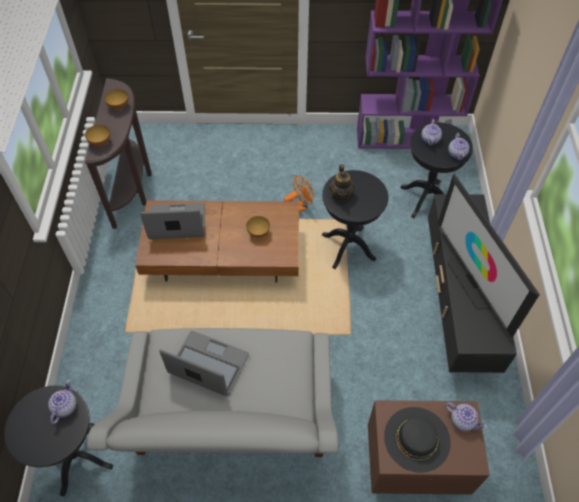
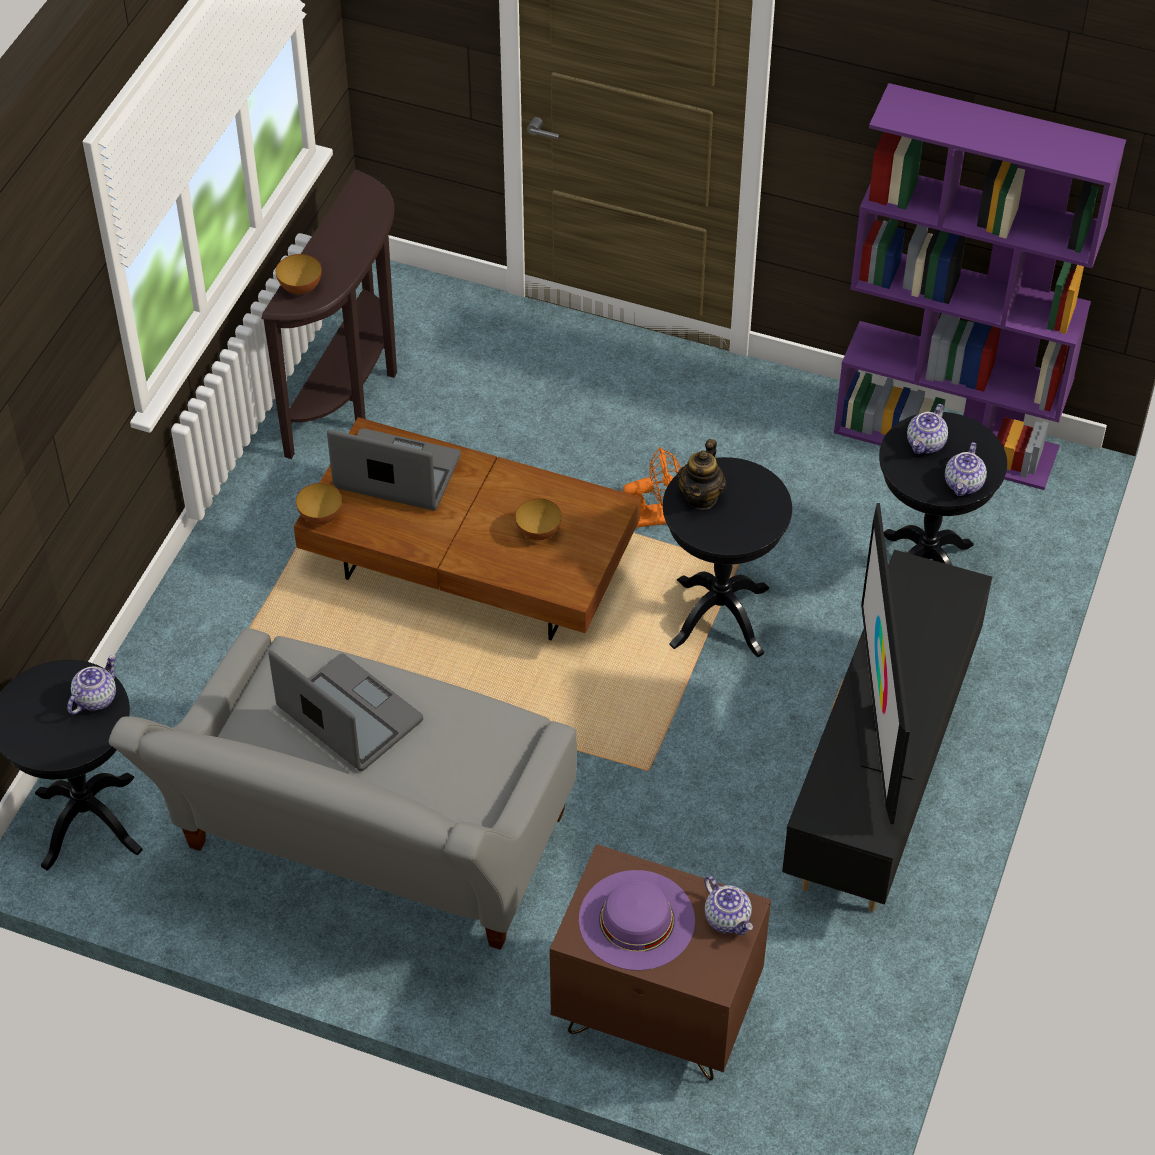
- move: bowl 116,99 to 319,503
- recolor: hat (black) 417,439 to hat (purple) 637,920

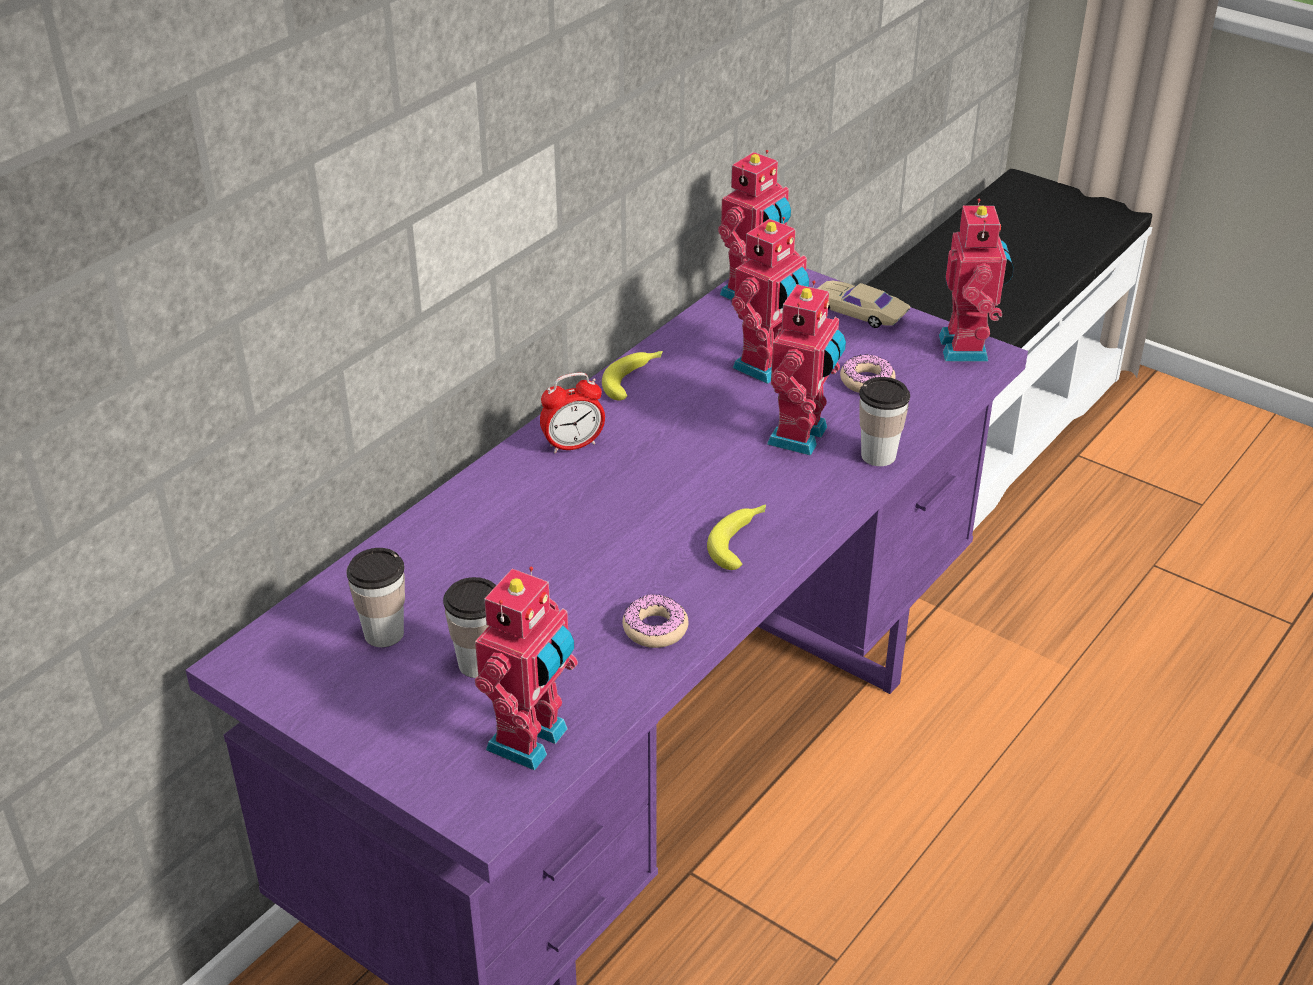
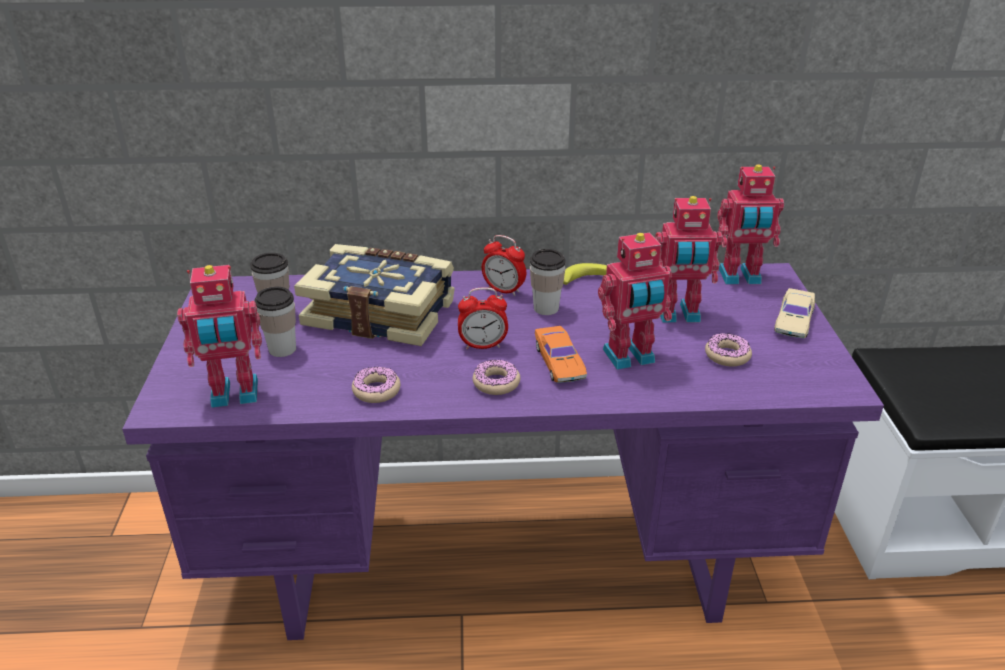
- delete: toy robot 976,280
- rotate: toy car (beige) 863,304 = 794,313 150 degrees counterclockwise
- move: cup 884,421 to 548,282
- replace: banana 736,537 to donut 496,377
- insert: book 374,295
- insert: alarm clock 483,318
- insert: toy car (orange) 561,354

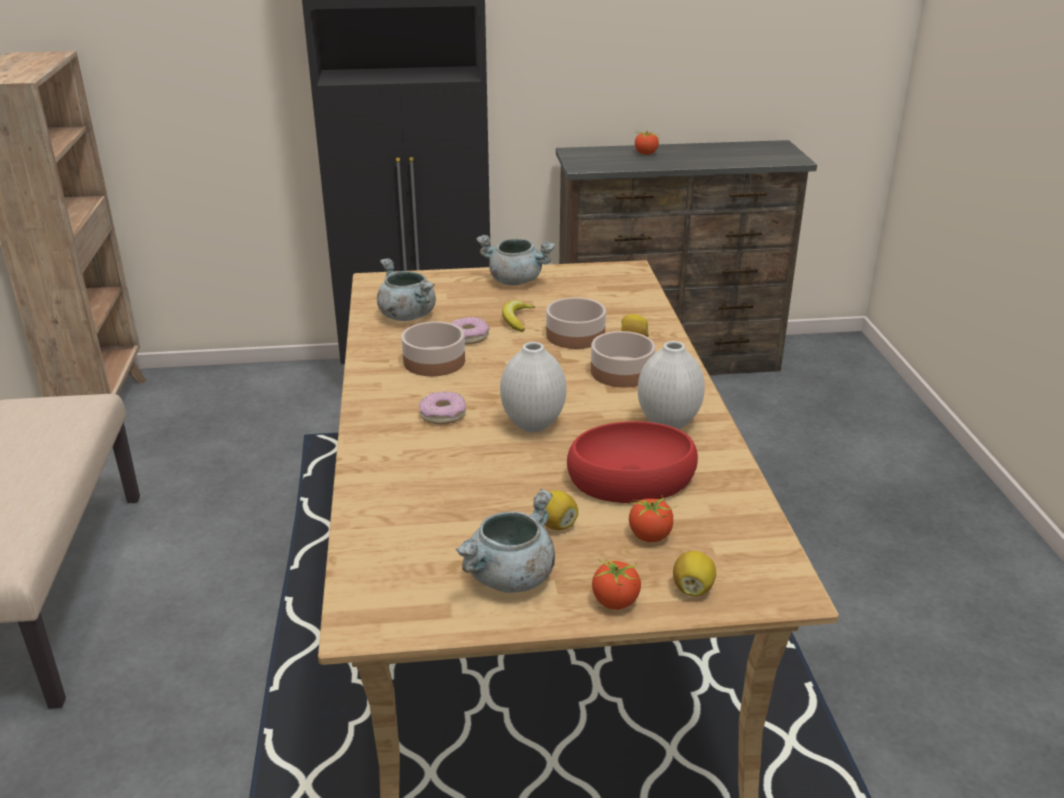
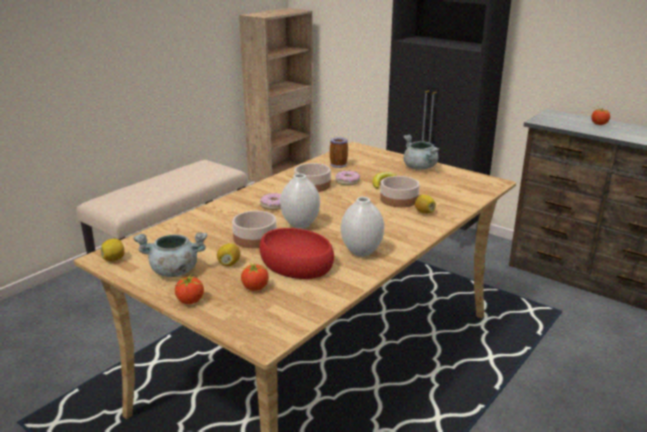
- replace: cooking pot (grey) 406,289 to mug 339,152
- move: bowl 623,359 to 254,229
- move: lemon 694,573 to 112,249

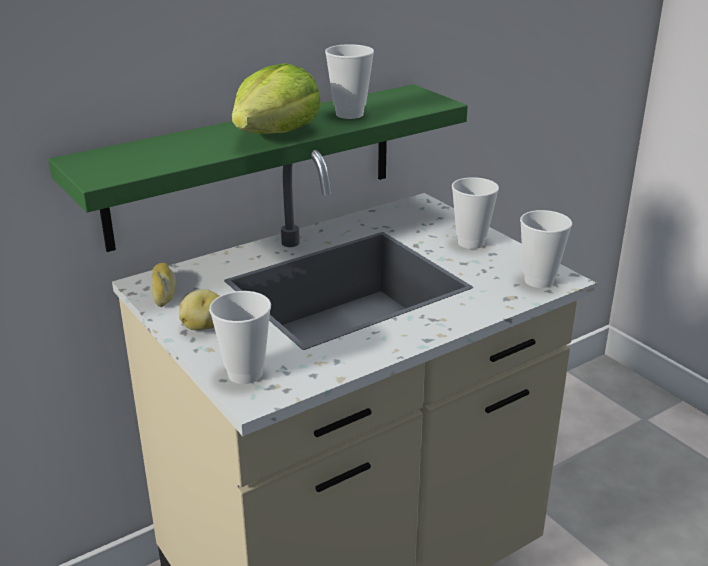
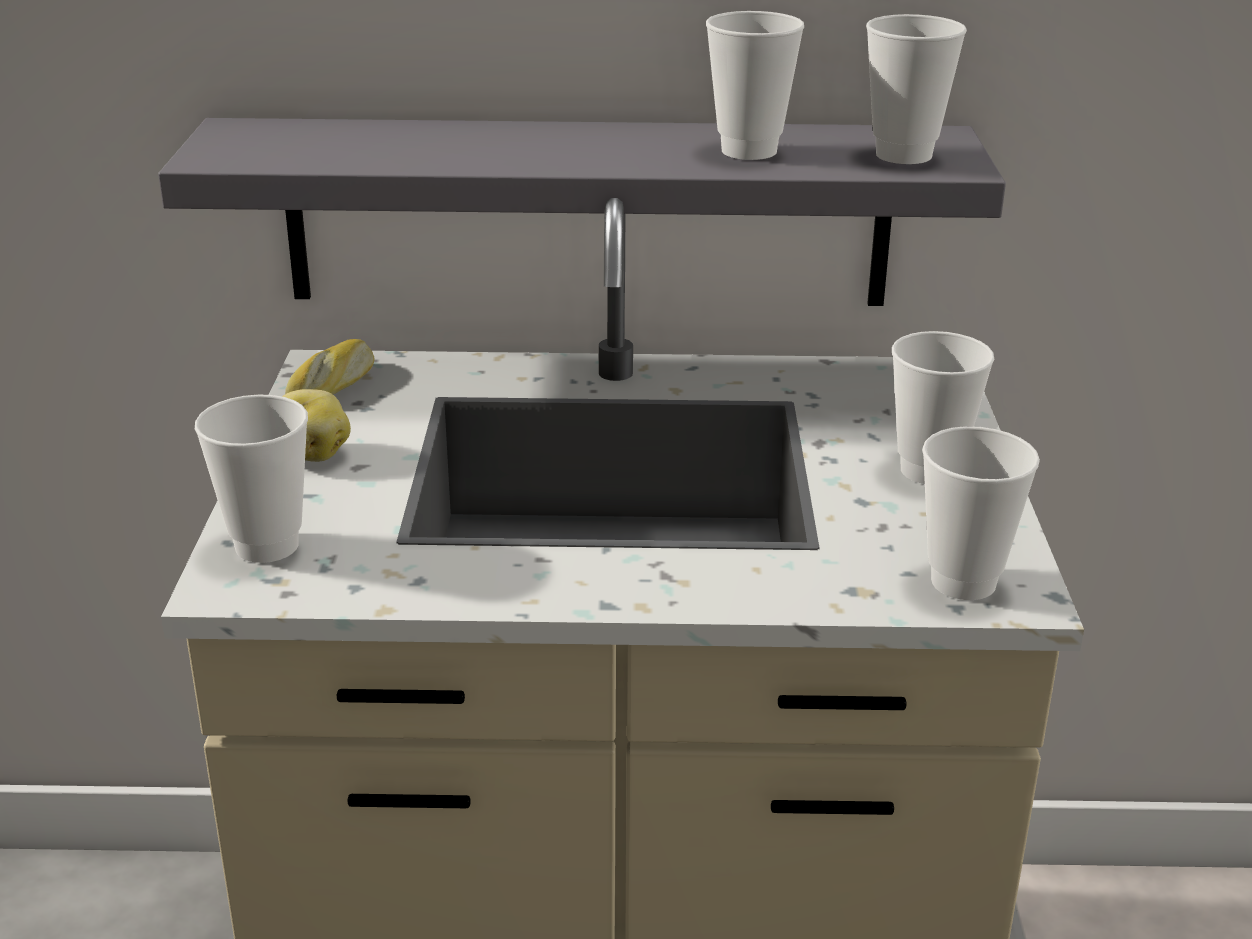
- delete: lettuce 276,98
- recolor: shelf (green) 258,168 to shelf (grey) 582,212
- insert: cup 916,89

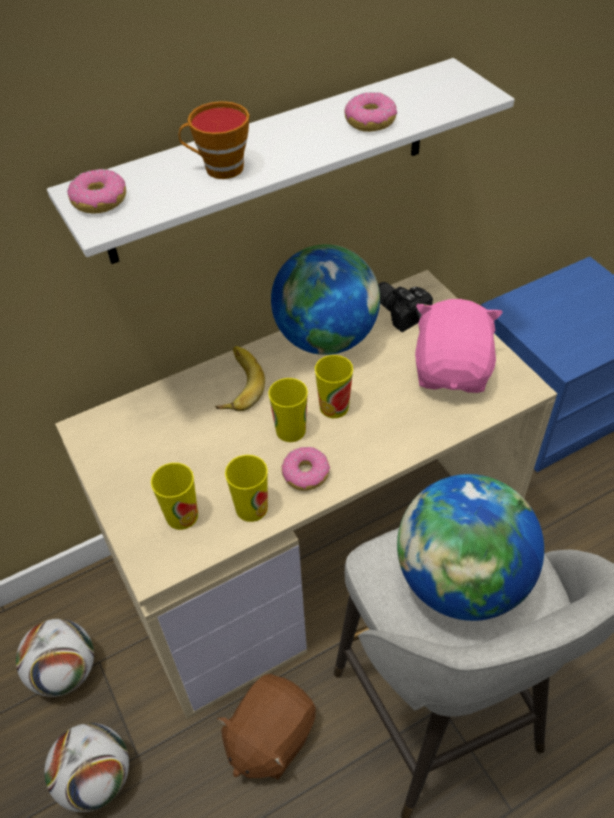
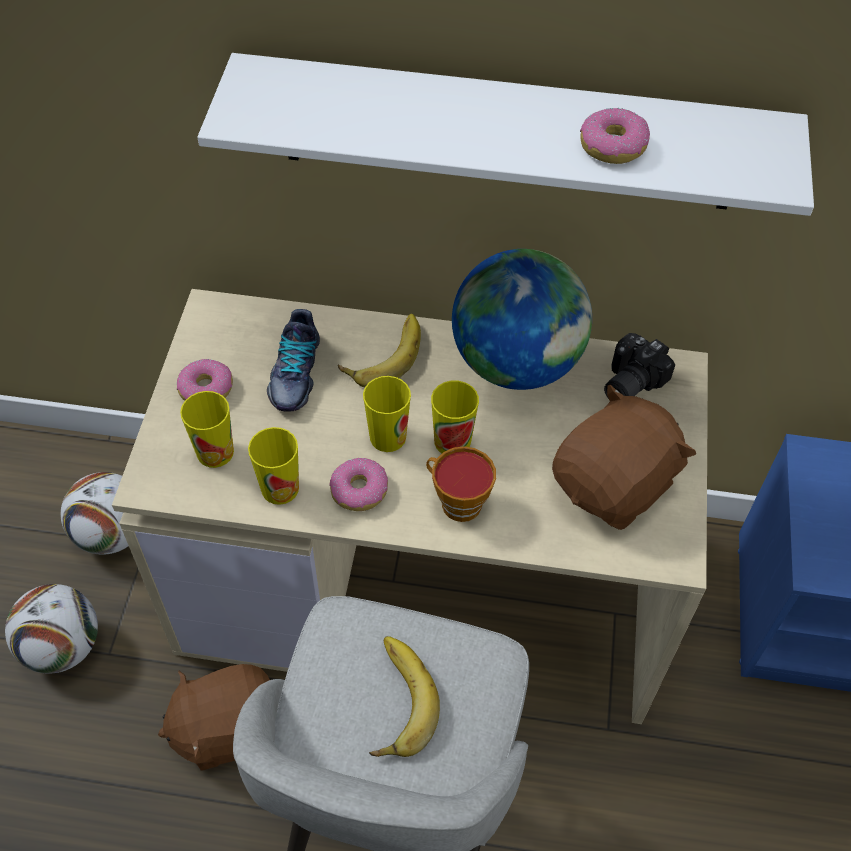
- move: cup 214,140 to 461,484
- move: donut 96,191 to 205,380
- rotate: photo camera 405,307 = 639,366 135 degrees counterclockwise
- recolor: plush toy (pink) 459,346 to plush toy (brown) 624,457
- replace: globe 470,547 to banana 404,696
- insert: shoe 293,360

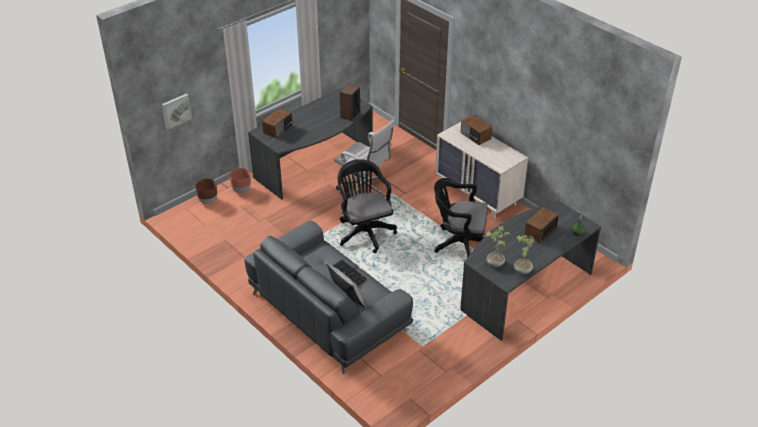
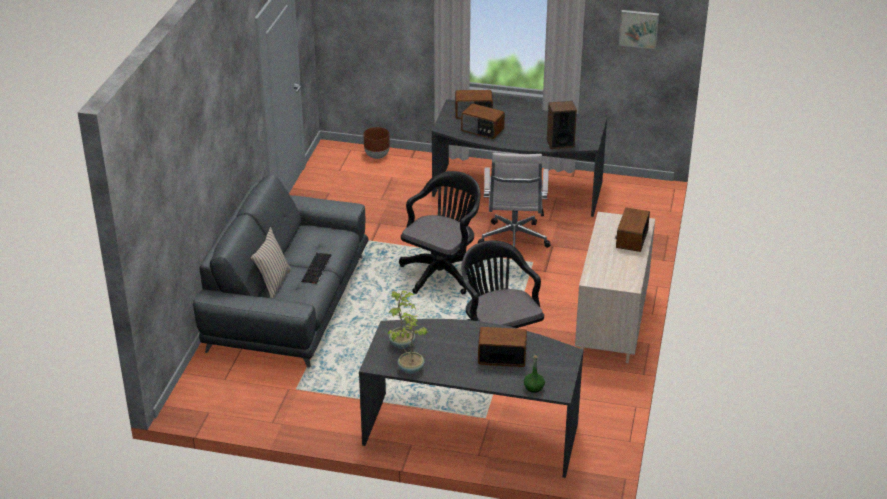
- move: picture 177,111 to 639,29
- delete: planter (brown) 240,180
- insert: radio 483,121

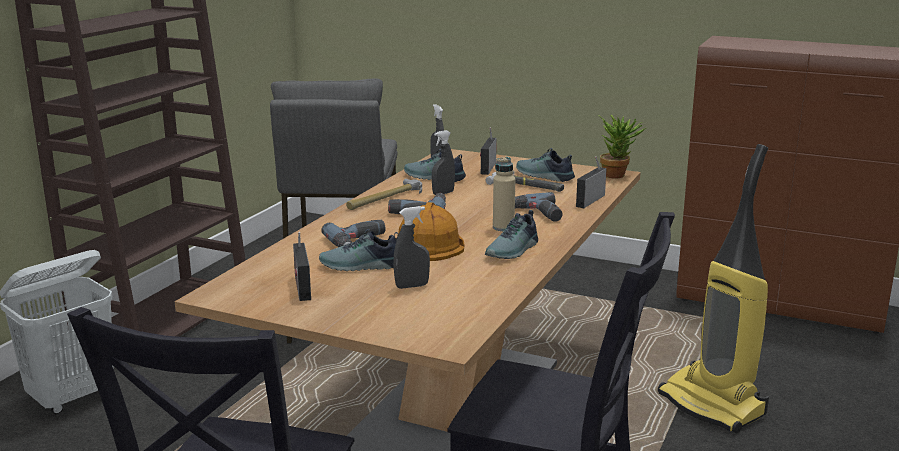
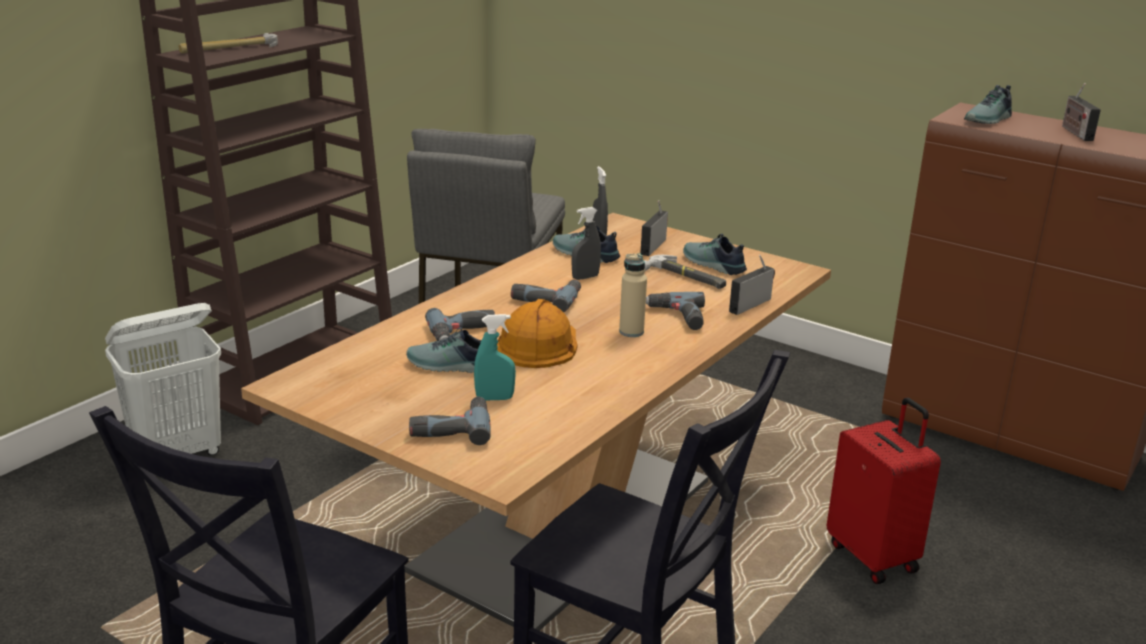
- delete: potted plant 622,147
- replace: vacuum cleaner 713,289 to suitcase (red) 884,490
- move: hammer 384,194 to 228,43
- recolor: spray bottle (grey) 411,247 to spray bottle (turquoise) 495,357
- move: shoe 511,234 to 988,104
- move: radio 302,266 to 1081,112
- insert: power drill 450,421

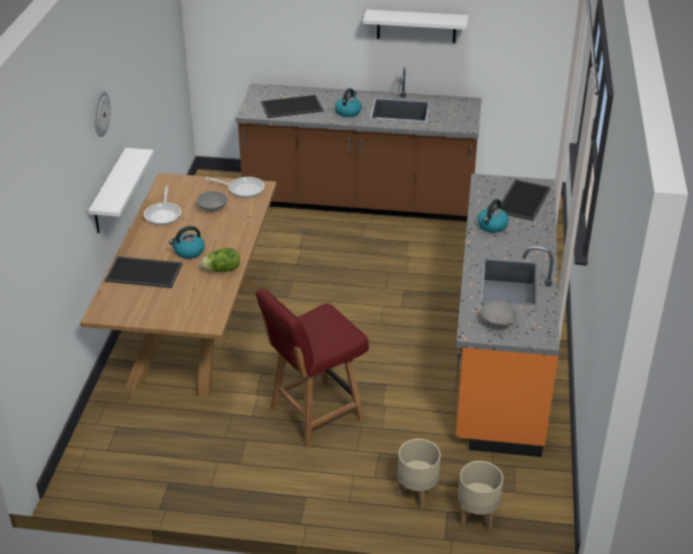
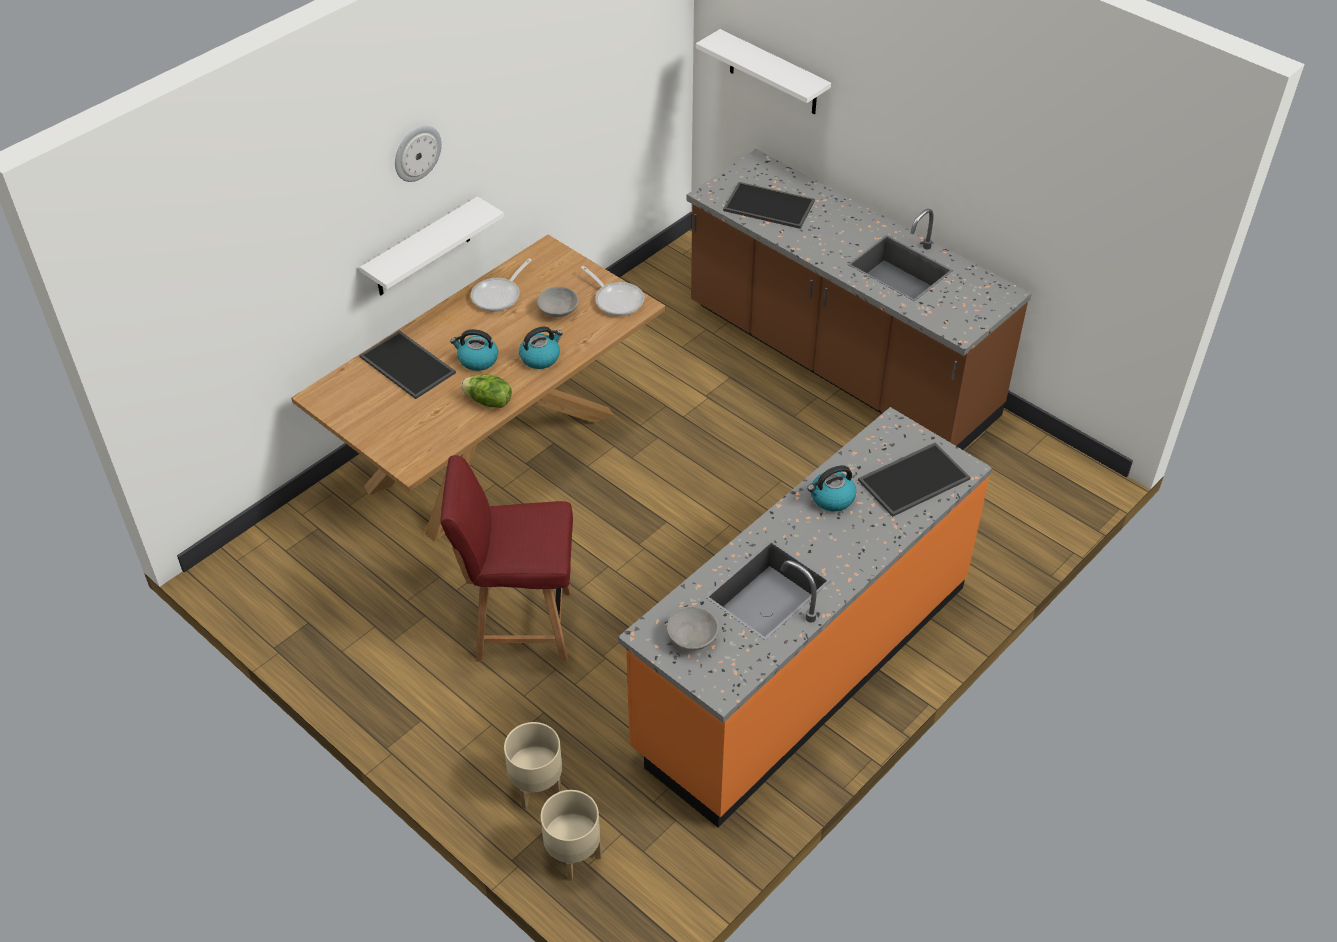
- move: shelf (white) 416,26 to 763,72
- move: kettle 348,102 to 541,347

